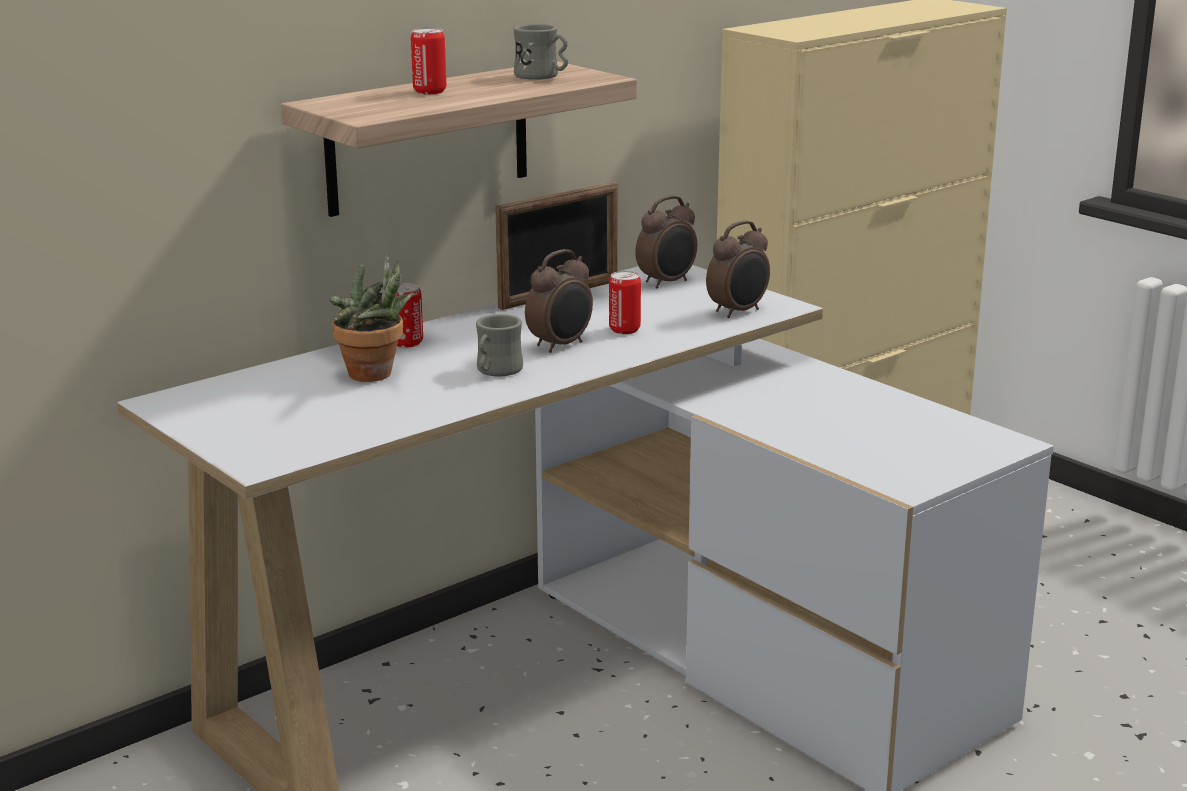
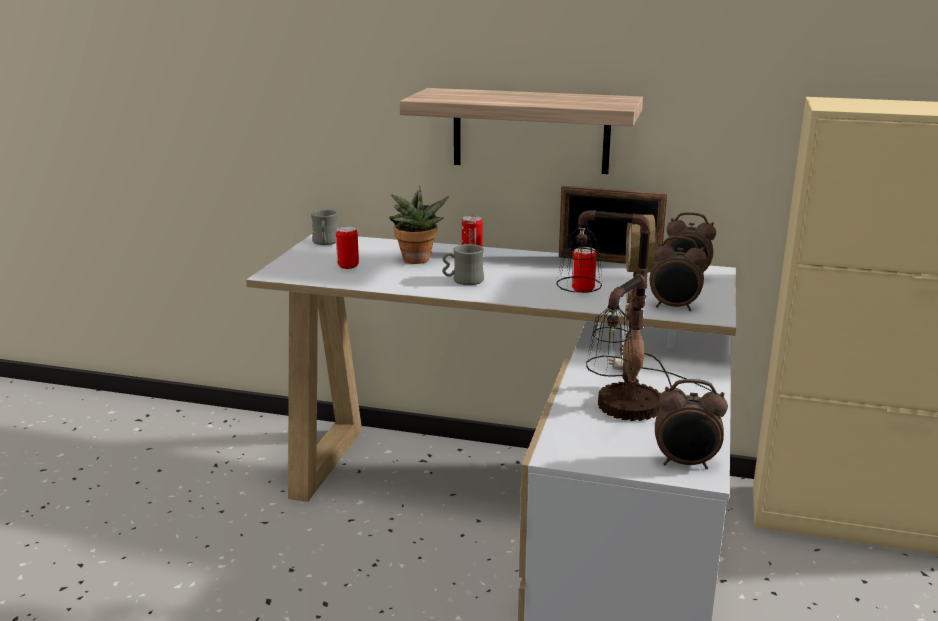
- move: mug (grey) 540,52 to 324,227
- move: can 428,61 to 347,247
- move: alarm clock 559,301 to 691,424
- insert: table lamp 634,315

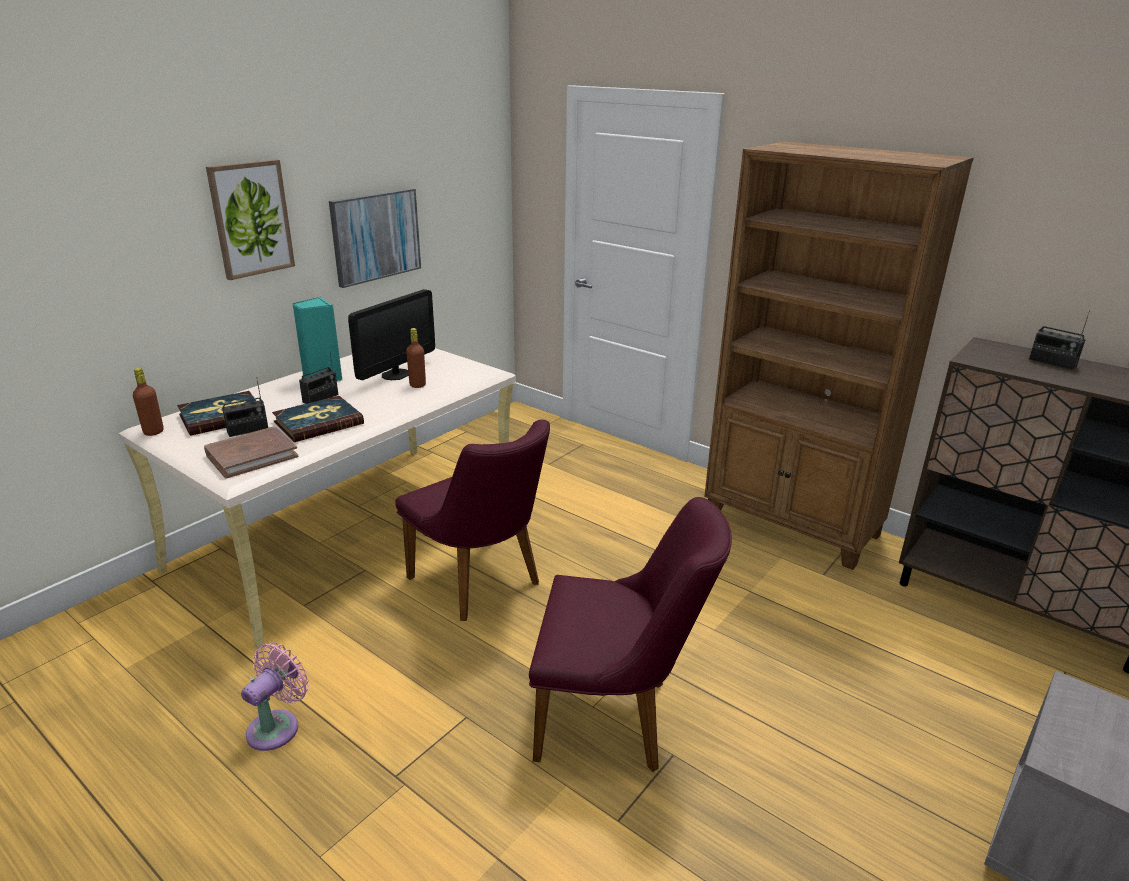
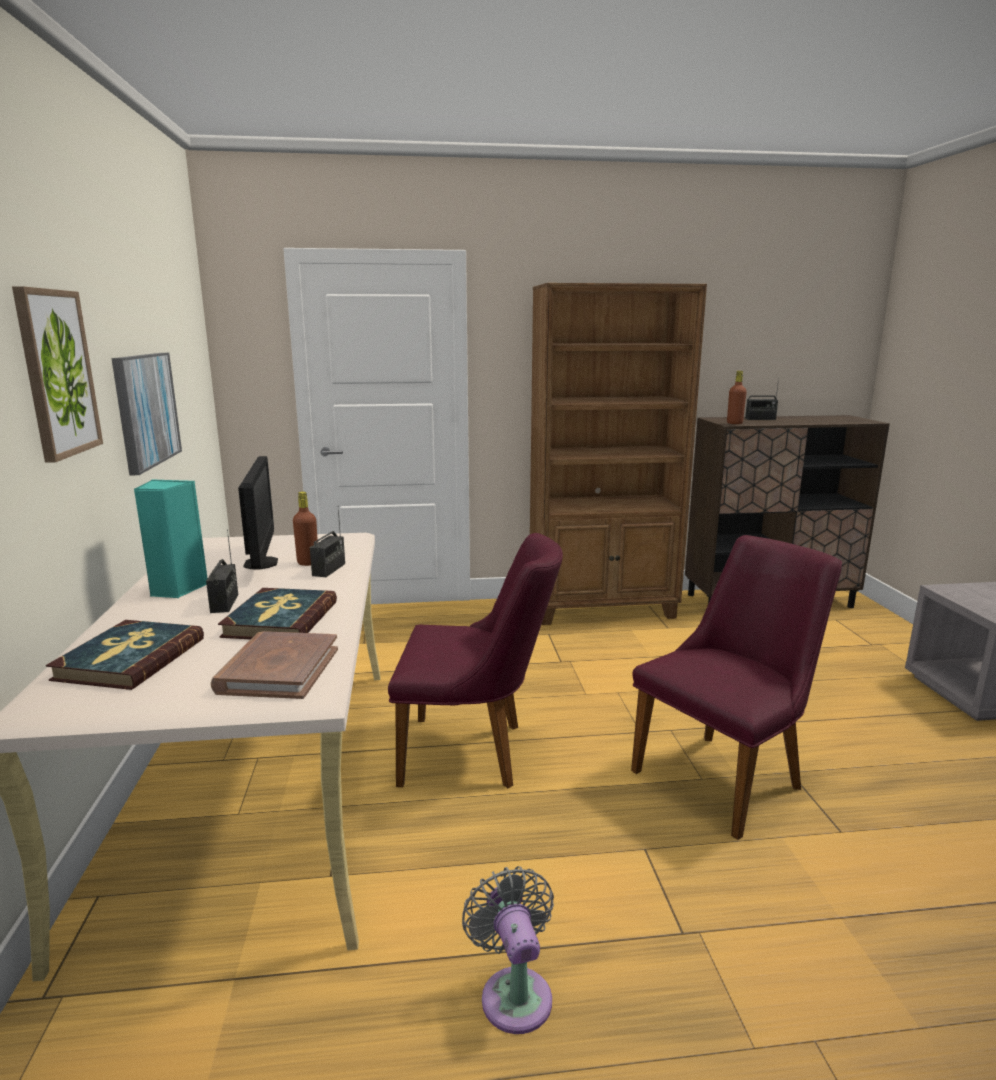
- move: bottle (brown) 148,402 to 737,397
- move: radio 245,407 to 327,543
- recolor: fan (pink) 275,697 to fan (grey) 508,950

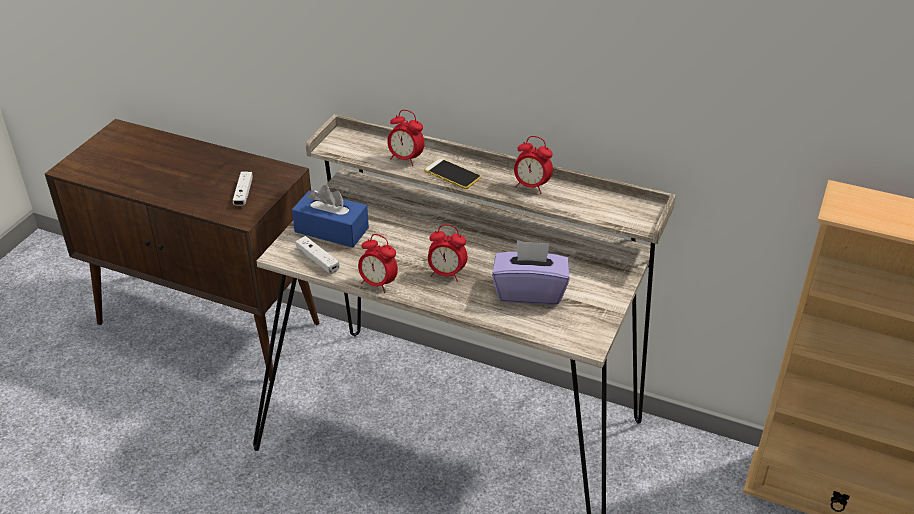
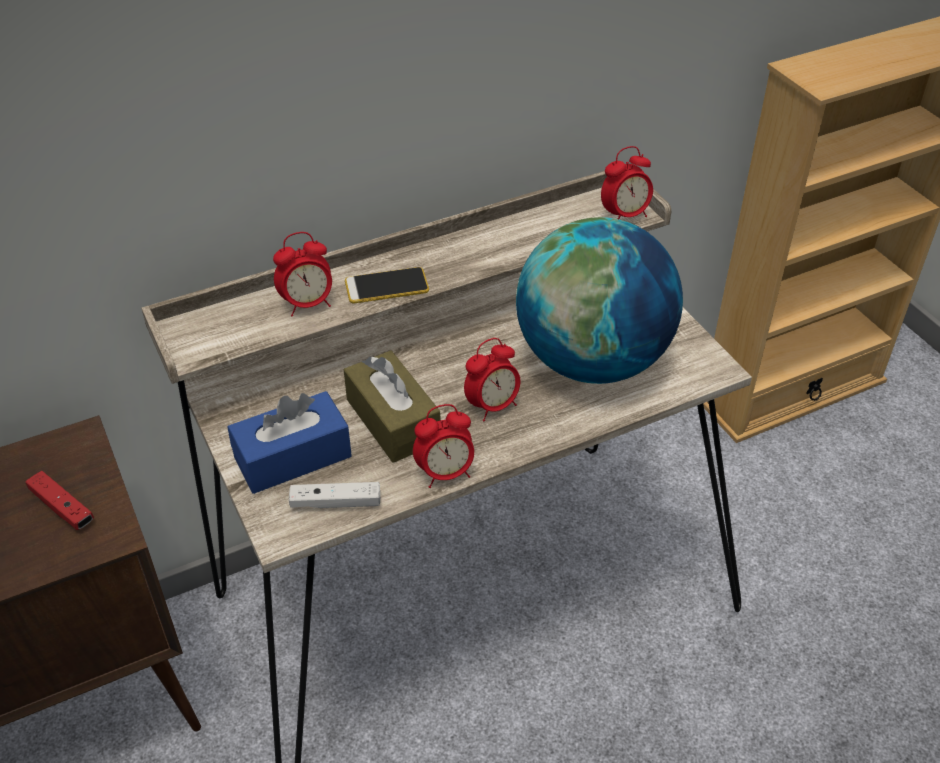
- move: alarm clock 533,165 to 627,182
- recolor: game controller (white) 243,189 to game controller (red) 60,500
- replace: tissue box (purple) 530,272 to globe 599,300
- insert: tissue box (brown) 392,406

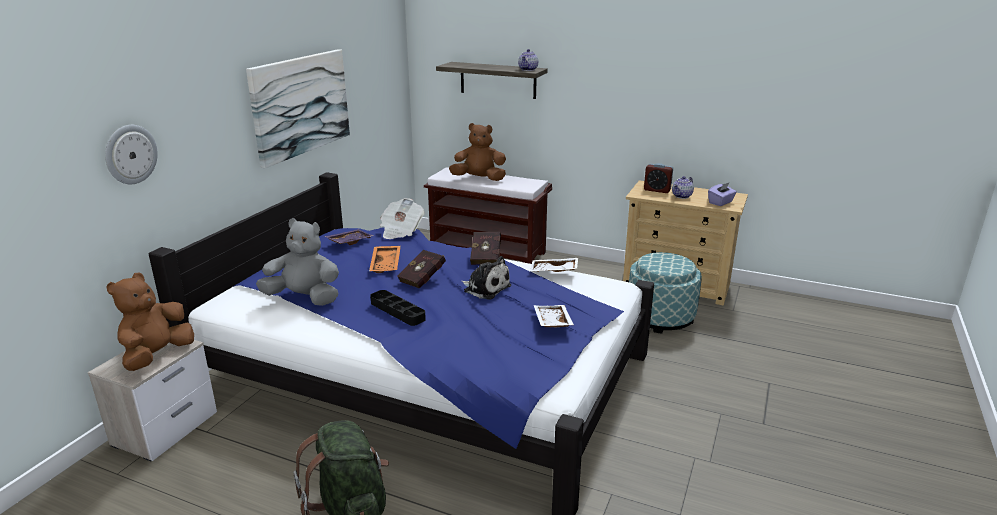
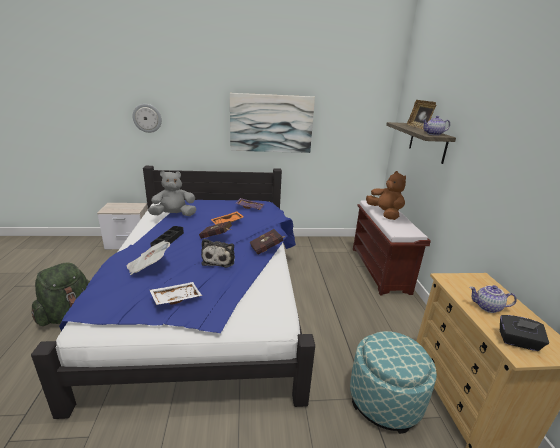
- delete: alarm clock 658,178
- recolor: tissue box (purple) 722,194 to tissue box (black) 524,333
- move: newspaper 402,218 to 148,257
- rotate: plush toy (grey) 297,262 = 172,193 90 degrees counterclockwise
- delete: tray (white) 554,265
- delete: plush toy (brown) 150,321
- insert: picture frame 421,114

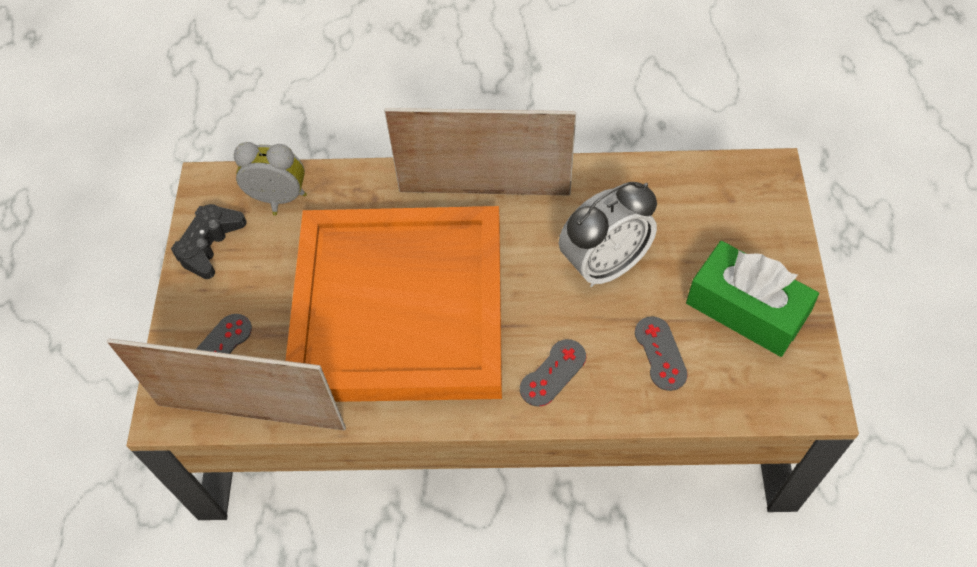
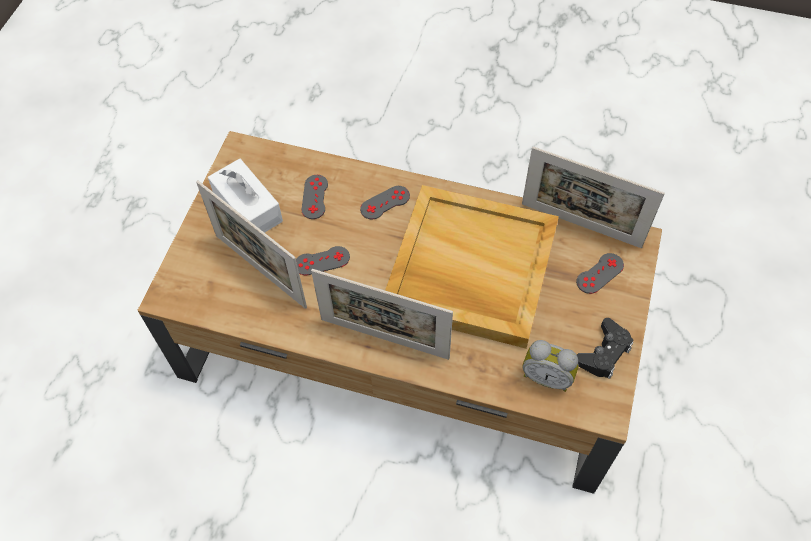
- replace: alarm clock 608,234 to game controller (grey) 323,261
- recolor: tray (orange) 393,304 to tray (beige) 472,266
- recolor: tissue box (green) 752,299 to tissue box (white) 245,195
- insert: picture frame 251,244

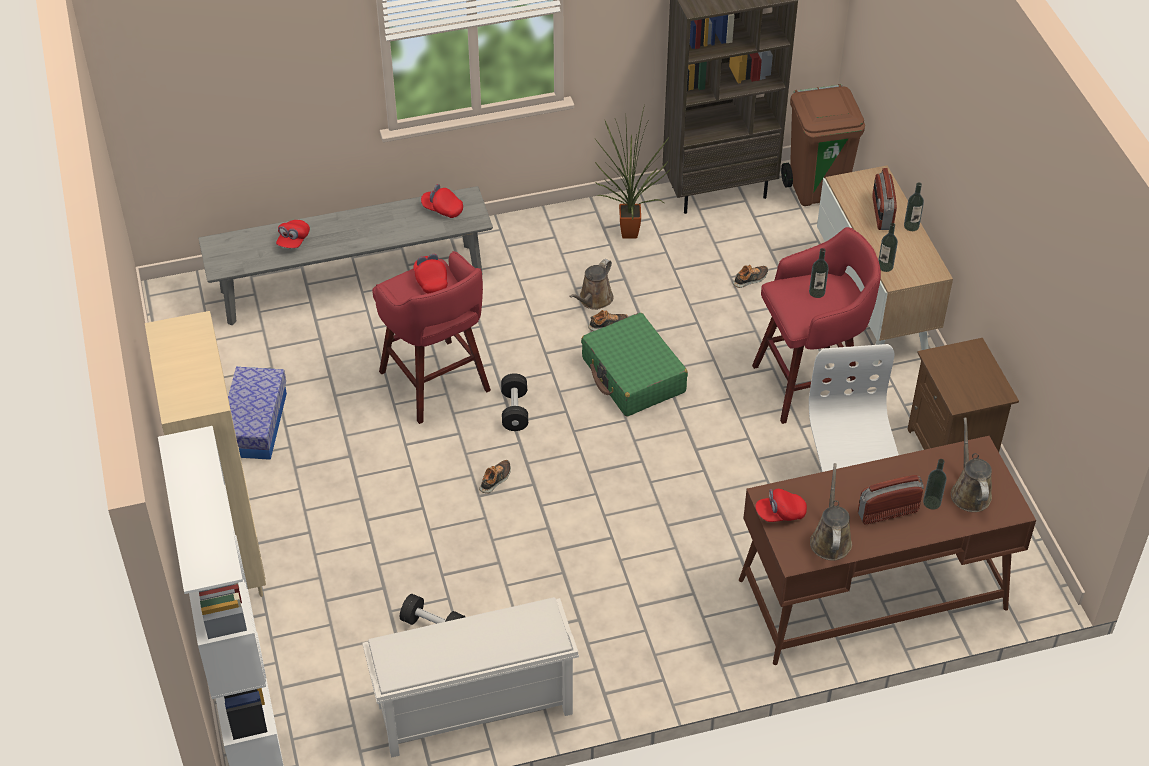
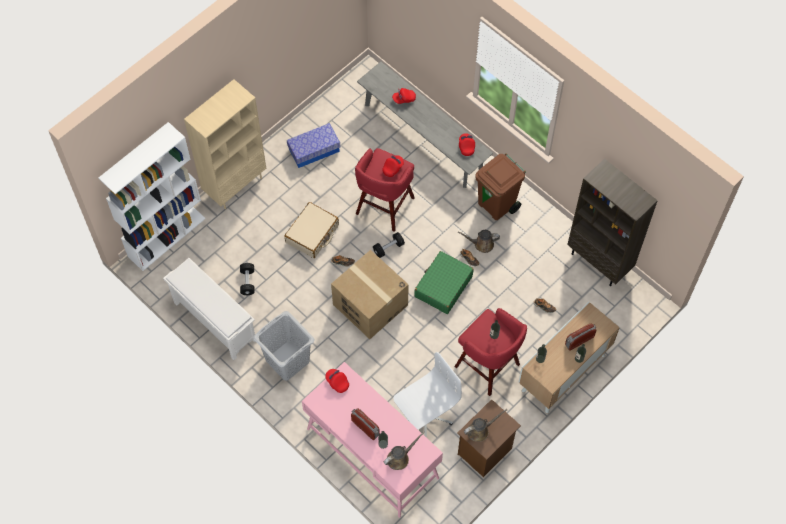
- move: trash can (brown) 823,145 to 500,186
- delete: potted plant 633,172
- recolor: desk (brown) 887,550 to desk (pink) 372,440
- move: watering can (brown) 831,512 to 485,425
- insert: suitcase (beige) 311,230
- insert: cardboard box 370,294
- insert: laundry basket (grey) 284,346

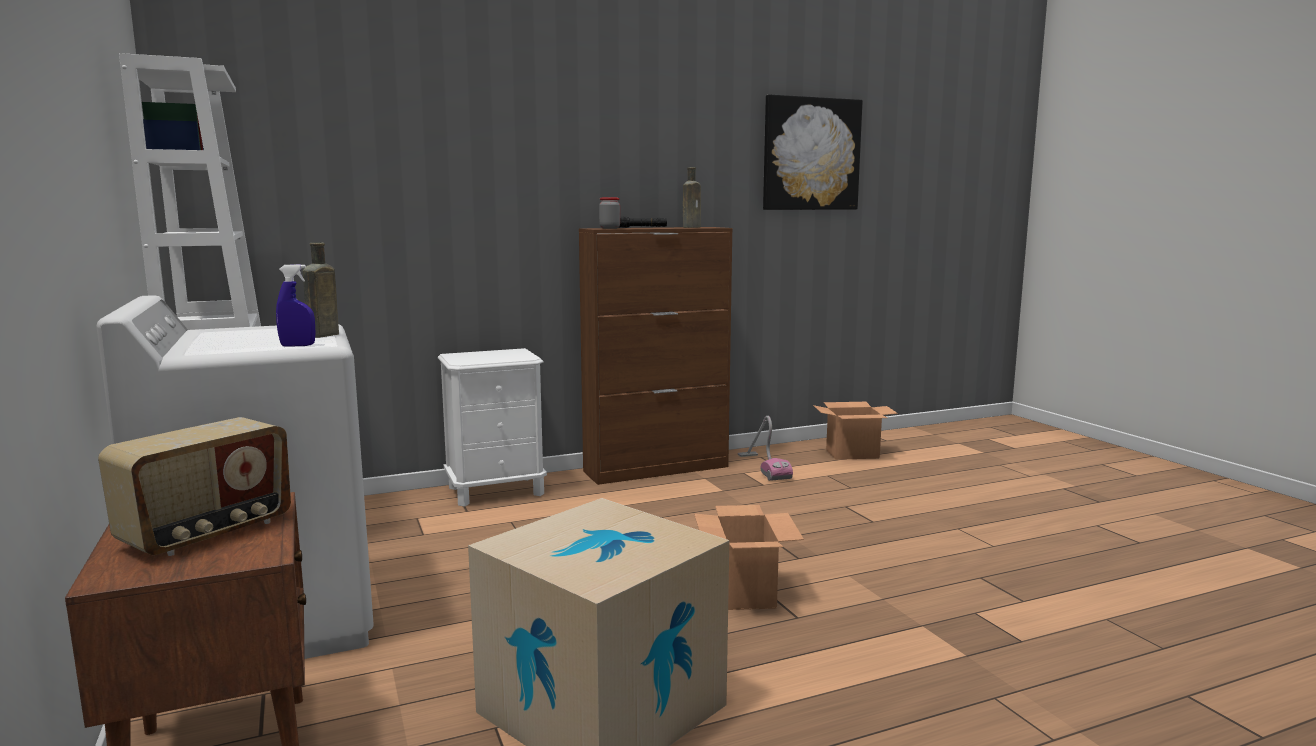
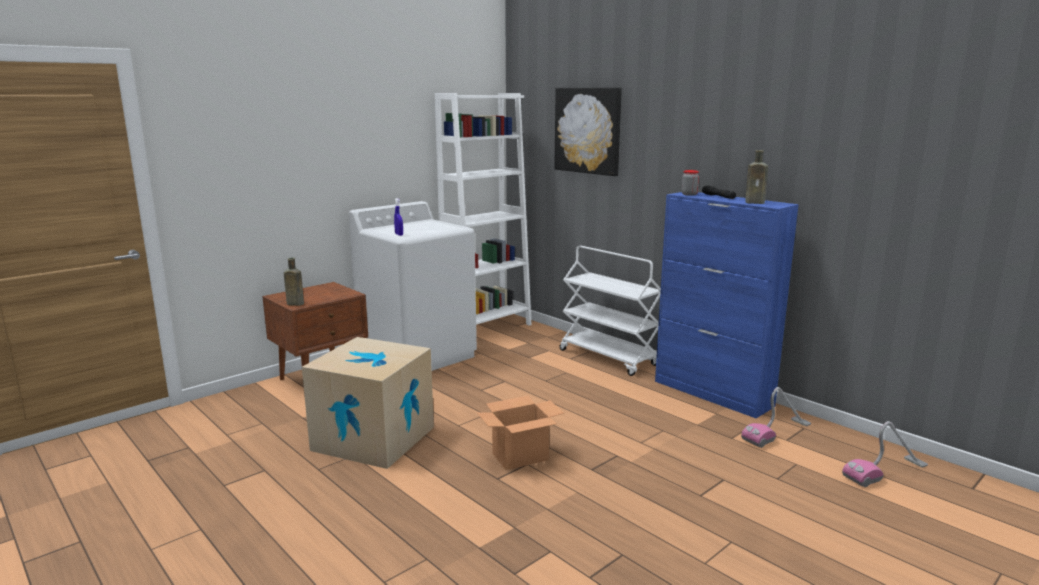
- move: picture 813,152 to 588,132
- recolor: cabinet (brown) 656,356 to cabinet (blue) 727,305
- move: bottle (brown) 321,290 to 294,282
- replace: nightstand (white) 492,427 to cart (white) 610,311
- replace: cardboard box 855,431 to vacuum cleaner 885,454
- delete: radio 194,486

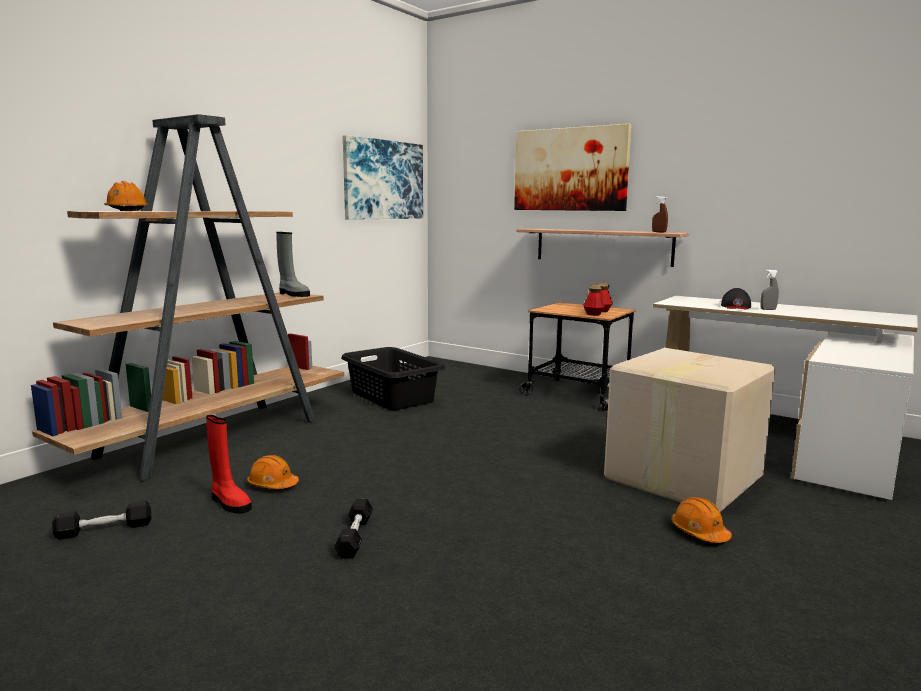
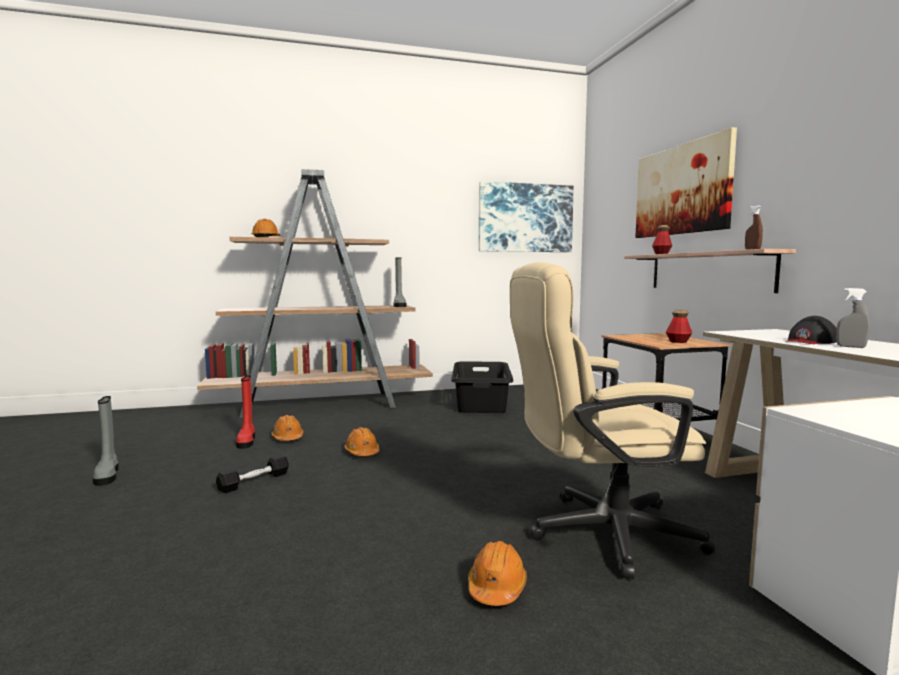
- move: bottle 594,300 to 662,239
- replace: cardboard box 689,430 to office chair (beige) 612,420
- delete: dumbbell (black) 101,520
- insert: boot (grey) 106,441
- insert: hard hat (orange) 362,441

